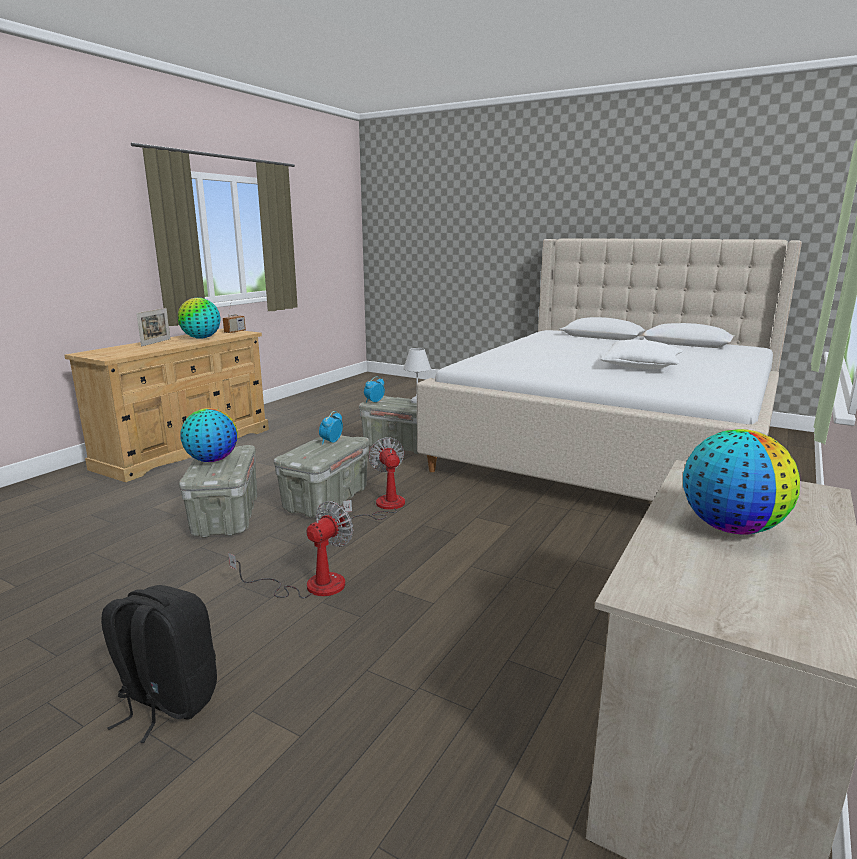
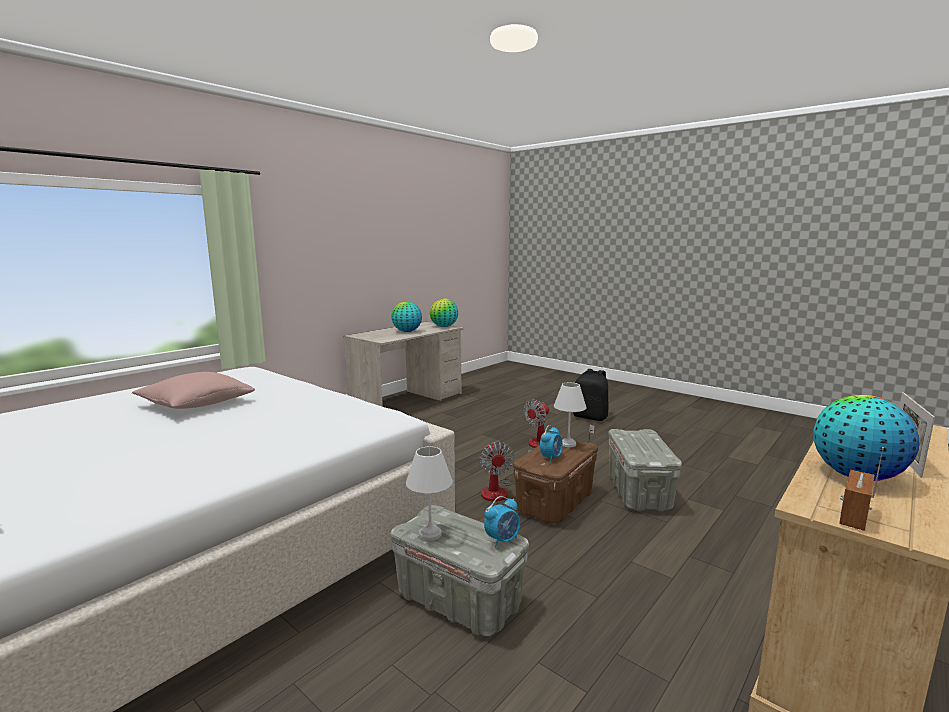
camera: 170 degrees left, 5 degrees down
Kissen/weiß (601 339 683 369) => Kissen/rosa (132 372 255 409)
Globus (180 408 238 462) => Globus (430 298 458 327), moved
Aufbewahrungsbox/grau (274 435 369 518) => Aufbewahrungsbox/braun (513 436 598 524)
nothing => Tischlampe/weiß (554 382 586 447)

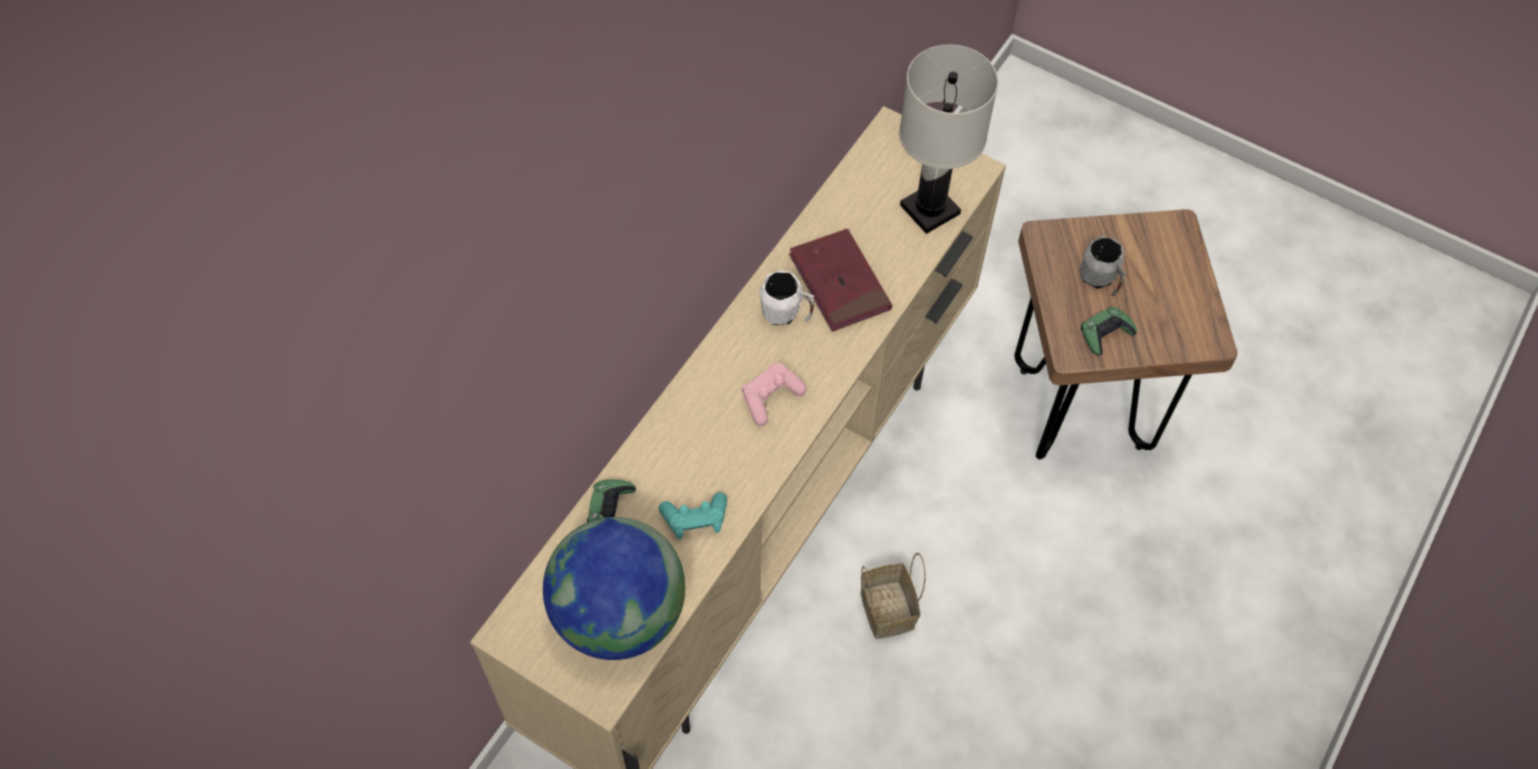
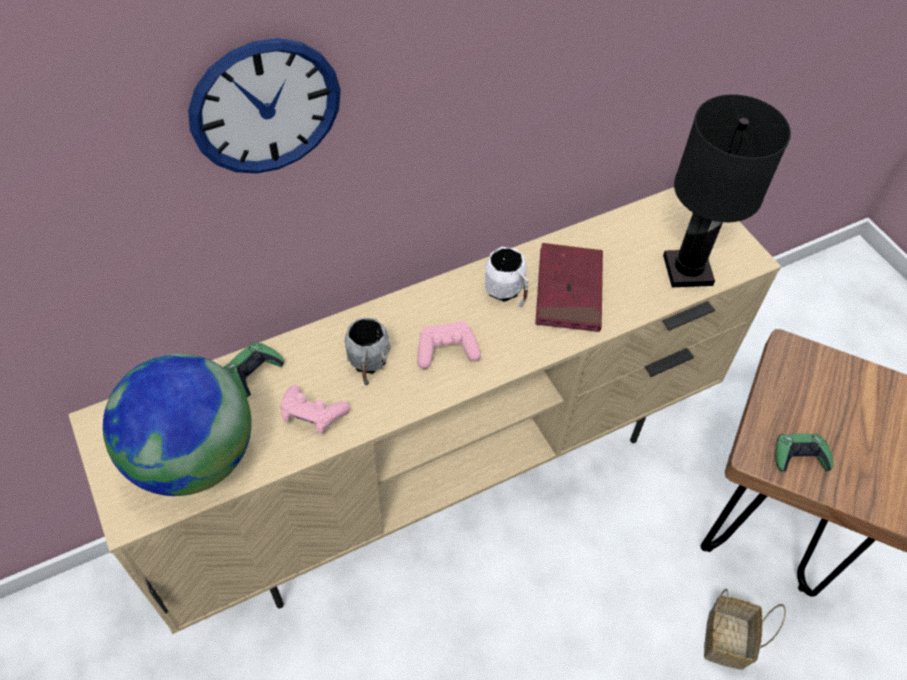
camera: 30 degrees right, 5 degrees down
nothing => Wanduhr (188 38 341 174)
Gamepad/türkis (659 492 727 539) => Gamepad/rosa (281 385 350 435)
Henkelbecher/grau (1080 236 1126 296) => Henkelbecher/grau (345 318 391 386), moved
Tischlampe/weiß (899 45 998 234) => Tischlampe/schwarz (663 94 791 287)
Korb (861 553 926 639) => Korb (704 589 786 670), moved

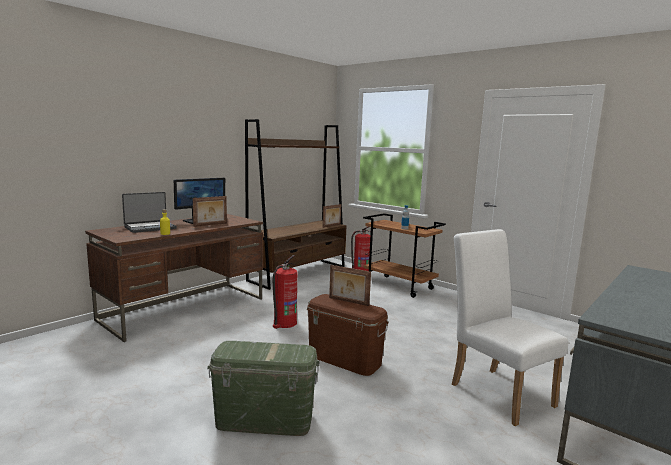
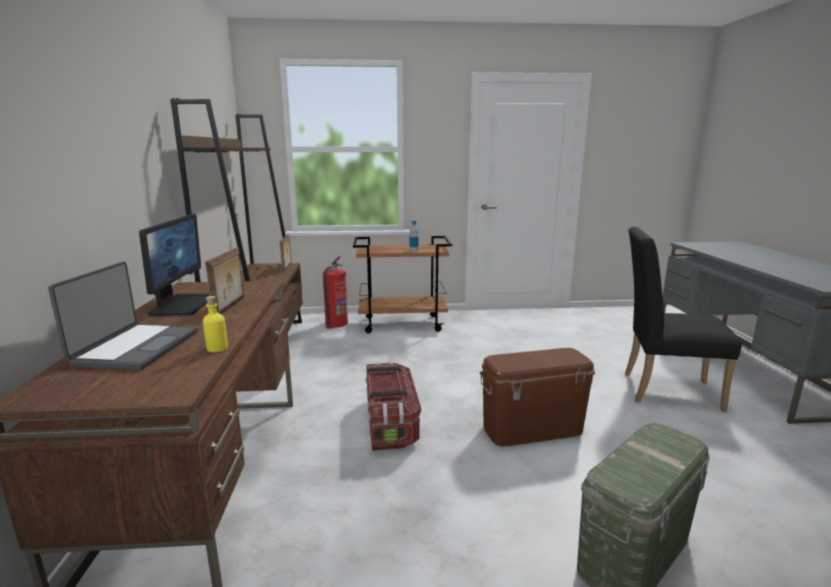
camera: 45 degrees left, 5 degrees up
Feuerlöscher (273 255 297 329) => Aufbewahrungsbox (365 362 421 451)
Stuhl/weiß (452 229 569 426) => Stuhl/schwarz (625 227 742 412)
Bilderrahmen (329 265 371 306) => nothing

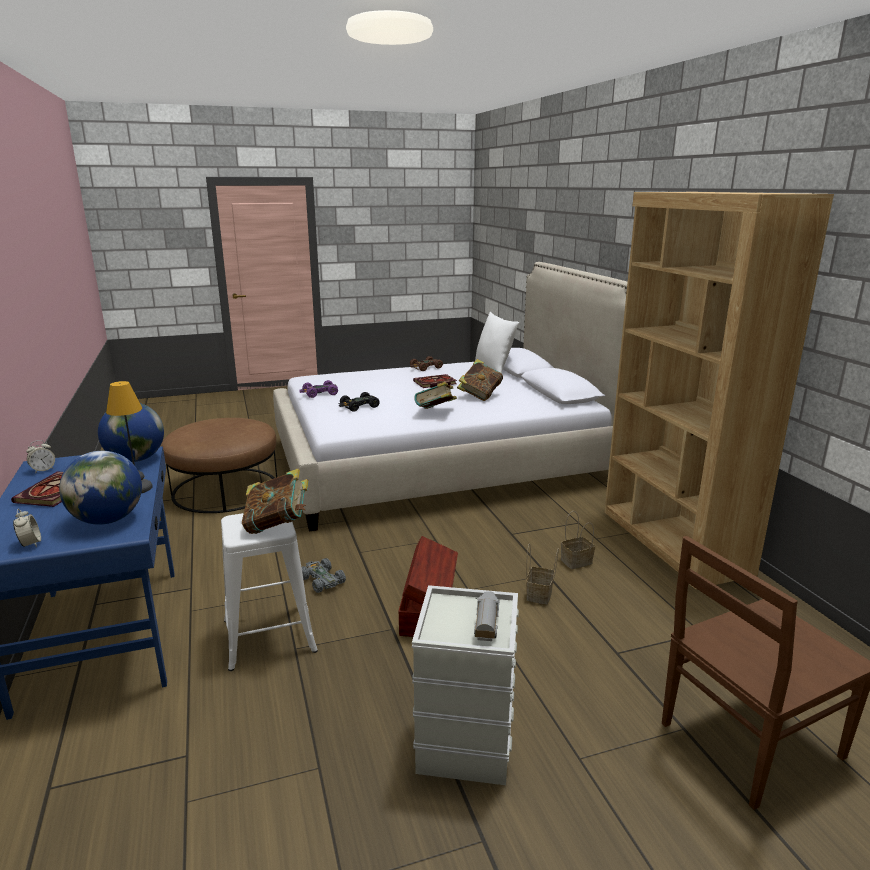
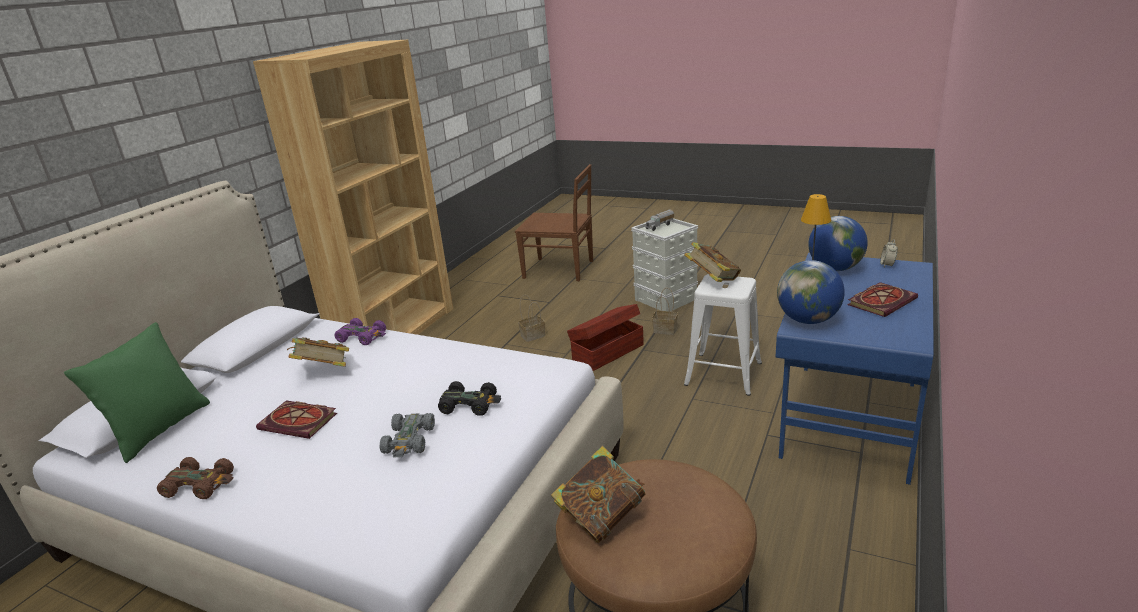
camera: 135 degrees left, 5 degrees up
Kissen/weiß (475 312 519 373) => Kissen/grün (64 322 210 463)
Spielzeugauto/lila (299 380 338 398) => Spielzeugauto/lila (334 318 386 345), moved
Spielzeugauto/grau (301 558 346 593) => Spielzeugauto/grau (379 413 435 457), moved
Buch (414 382 457 409) => Buch (551 446 646 543), moved
Korb (561 511 595 569) => Korb (652 287 678 335), moved
Wecker (26 440 55 473) => nothing

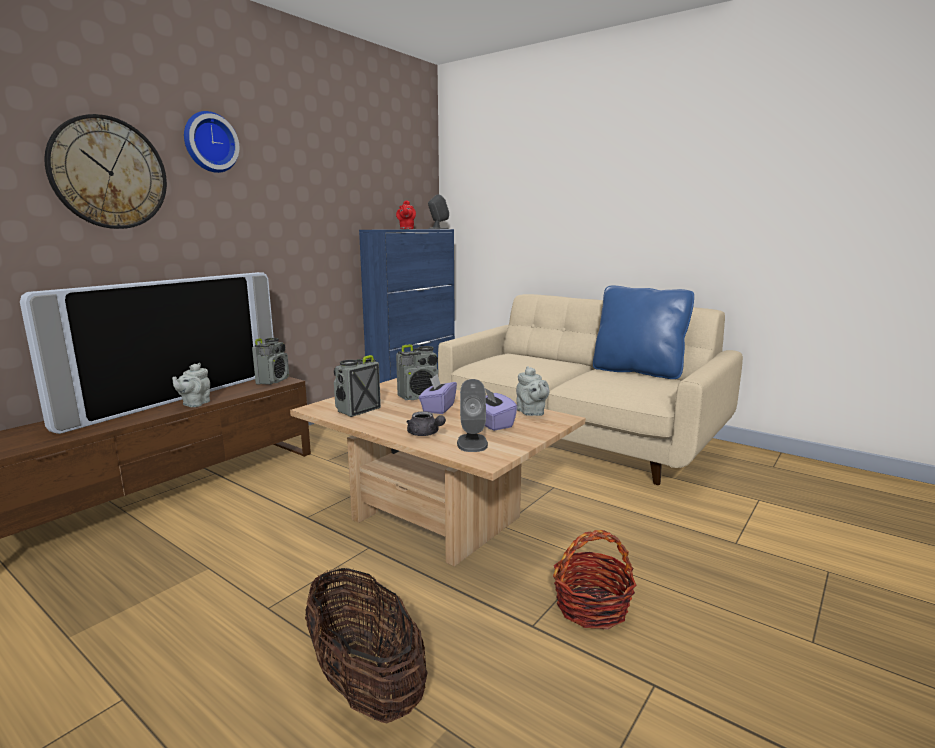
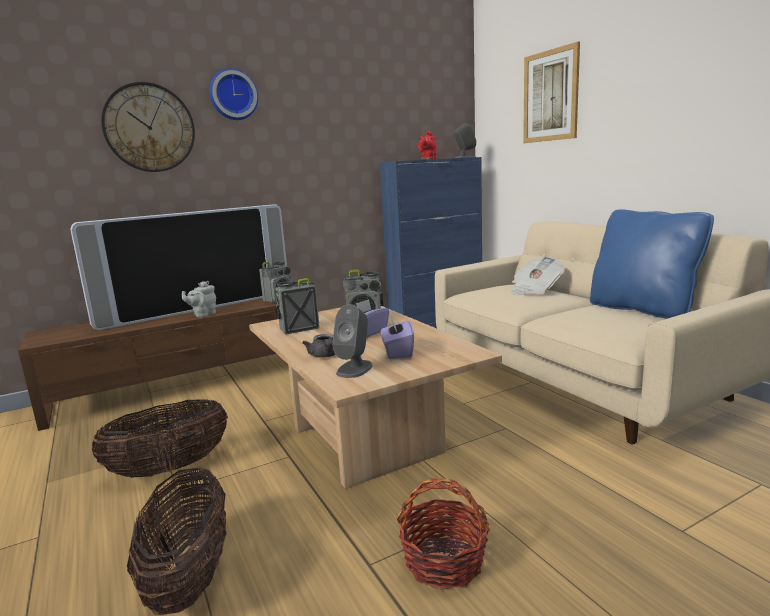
camera: 25 degrees right, 0 degrees up
nothing => Korb (92 399 228 478)
nothing => Zeitung (511 257 565 295)
nothing => Bild (523 42 580 143)
Teekanne/grau (516 366 549 416) => nothing

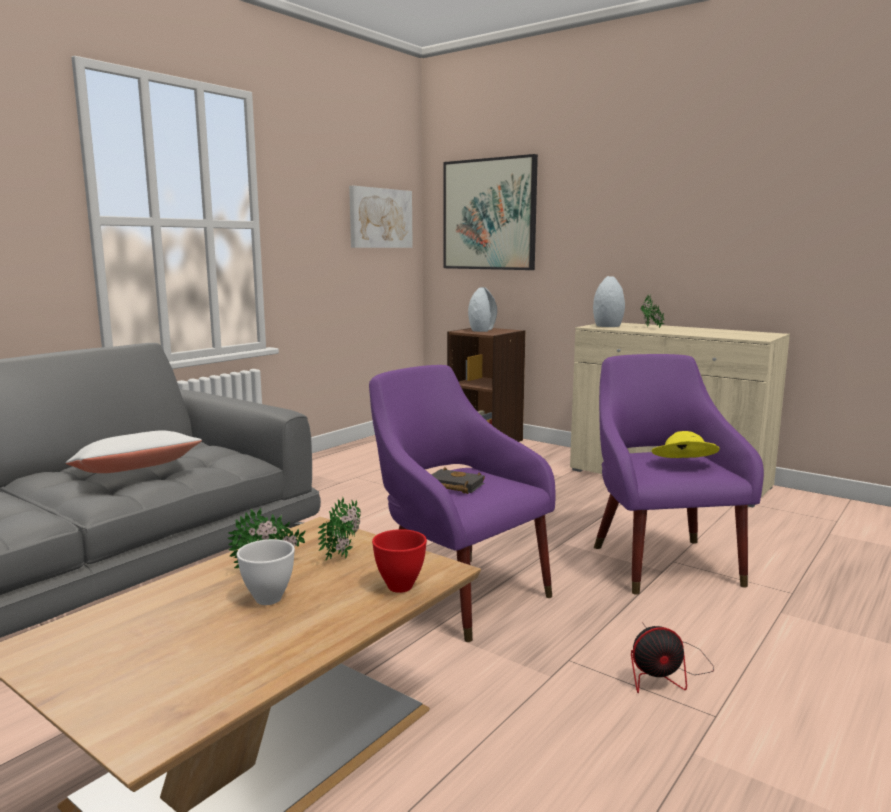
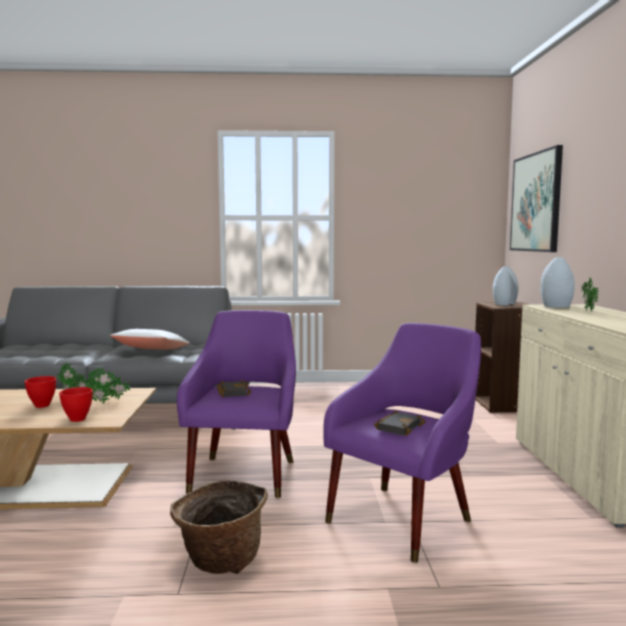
camera: 50 degrees right, 5 degrees down
Schüssel/weiß (237 539 295 605) => Schüssel/rot (24 376 56 408)
Ventilator (631 622 714 693) => Korb (170 480 268 574)
Hut/gelb (652 431 720 458) => Buch/schwarz (374 411 426 436)
Bild (349 186 413 248) => nothing

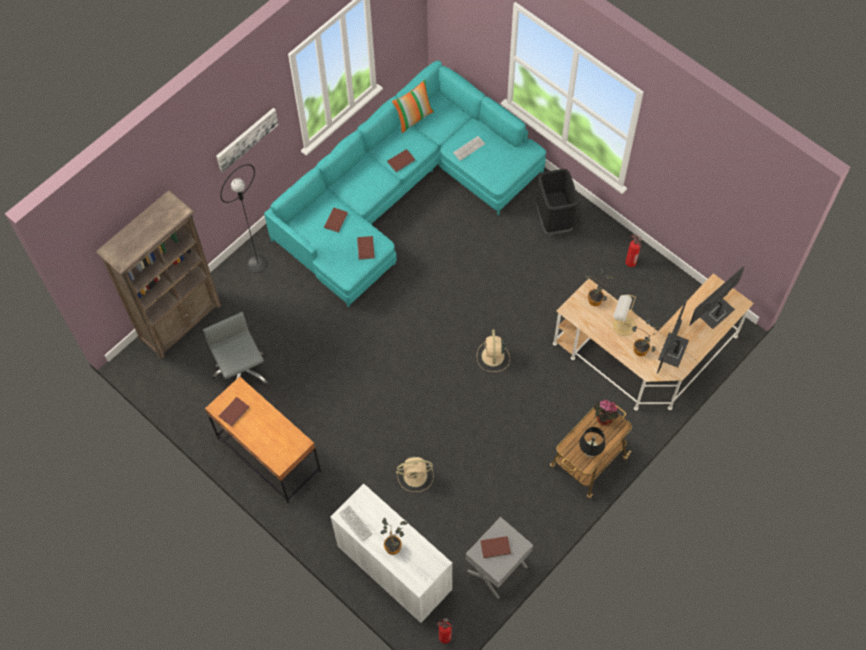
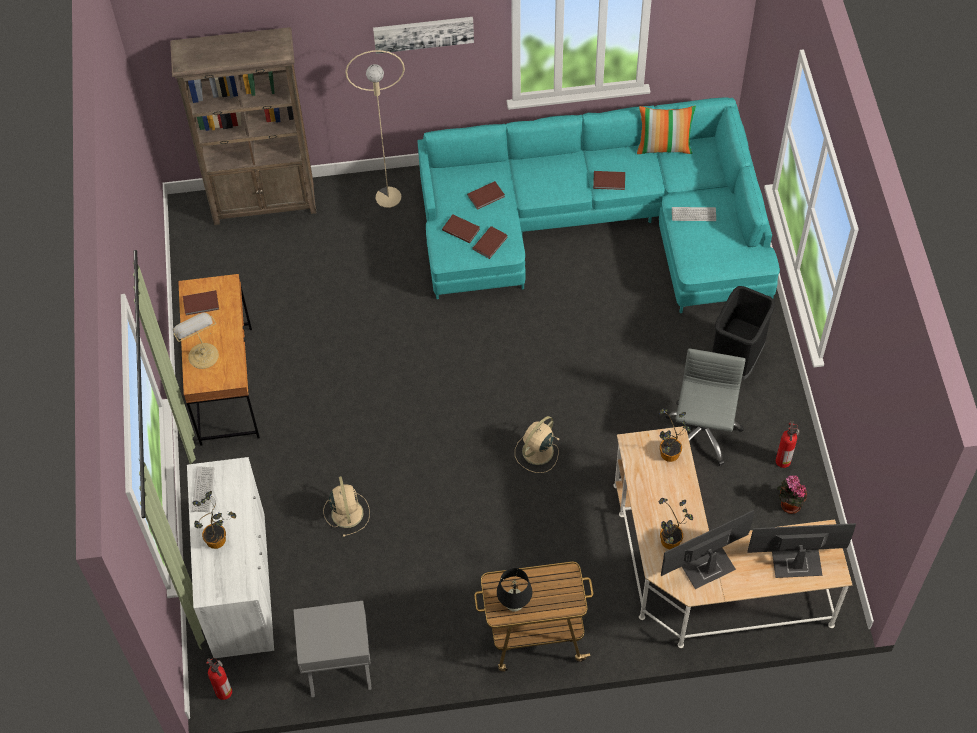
camera: 40 degrees right, 5 degrees down
Tischlampe (613 294 638 336) => Tischlampe (173 313 219 369), moved
Ventilator/beige (396 456 434 492) => Ventilator/beige (323 476 370 537), 135 degrees counterclockwise
Stehlampe/schwarz (220 164 268 273) => Stehlampe/beige (345 50 405 208)
Buch/braun (480 536 511 558) => Buch/braun (442 214 480 243), moved
Bürostuhl/grau (203 312 269 386) => Bürostuhl/grau (665 348 746 466), moved
Topfpflanze (594 399 619 426) => Topfpflanze (777 475 807 514), moved

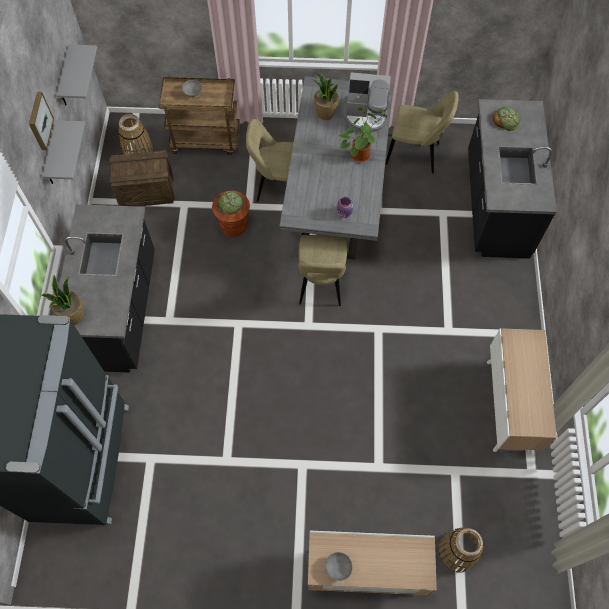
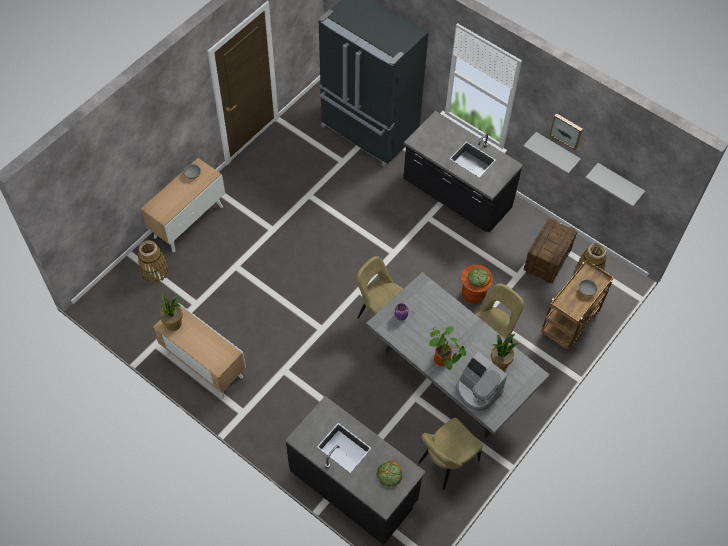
camera: 125 degrees right, 5 degrees down
Topfpflanze (42 275 84 325) => Topfpflanze (159 294 183 331), moved
Kaffeemaschine (343 72 391 132) => Kaffeemaschine (456 352 507 411), 90 degrees counterclockwise

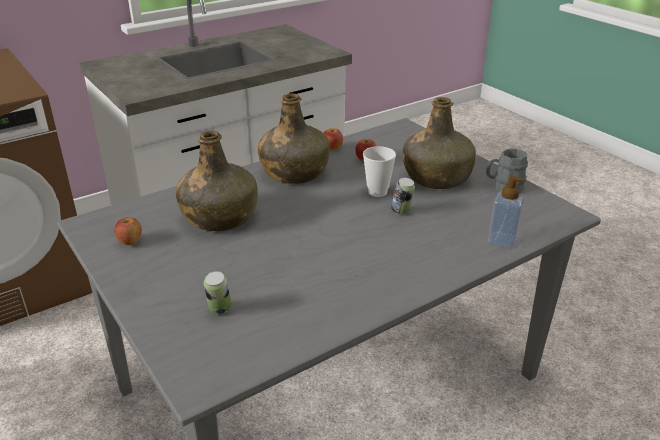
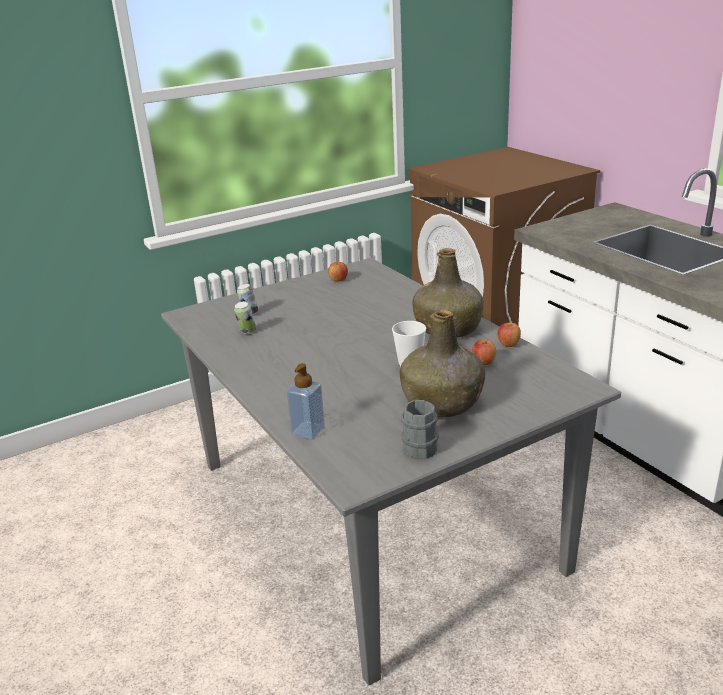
camera: 95 degrees right, 5 degrees down
Dose (391 178 415 215) => Dose (234 301 256 334), moved
Flasche/grün (176 130 258 231) => nothing

